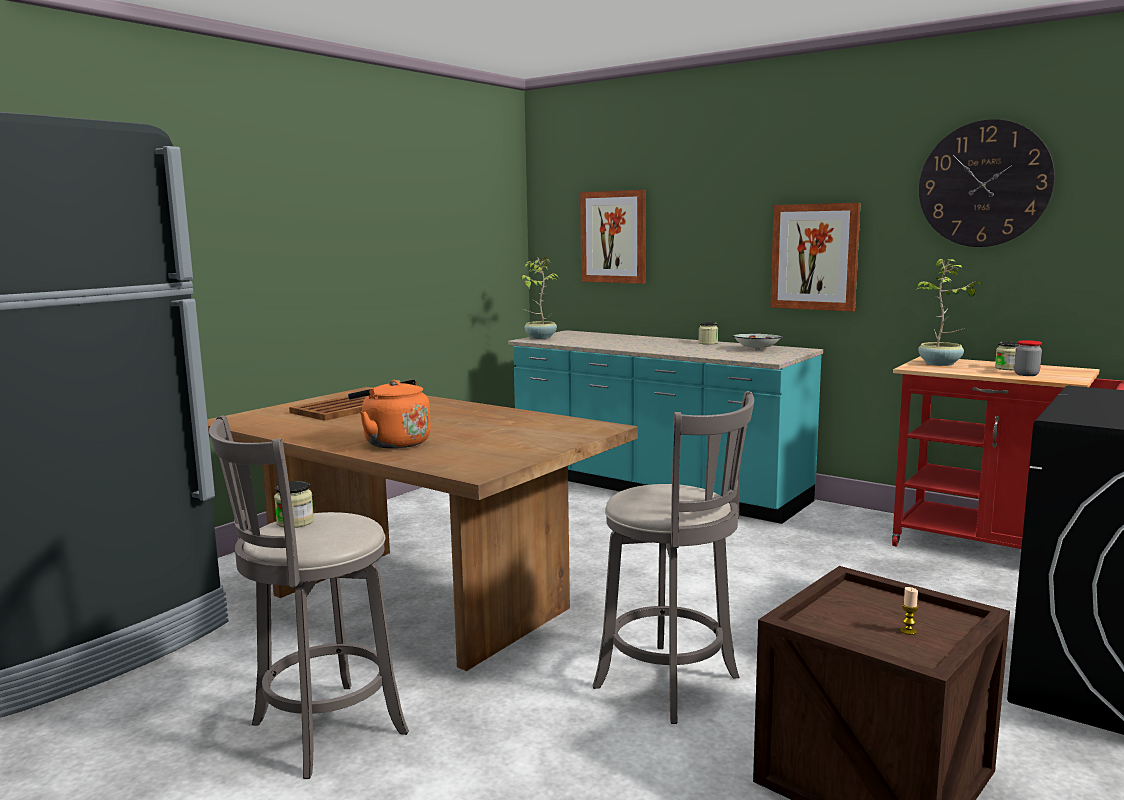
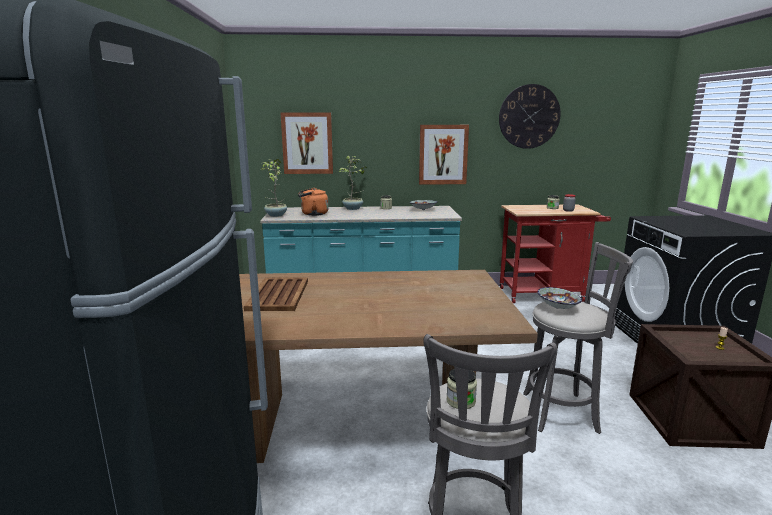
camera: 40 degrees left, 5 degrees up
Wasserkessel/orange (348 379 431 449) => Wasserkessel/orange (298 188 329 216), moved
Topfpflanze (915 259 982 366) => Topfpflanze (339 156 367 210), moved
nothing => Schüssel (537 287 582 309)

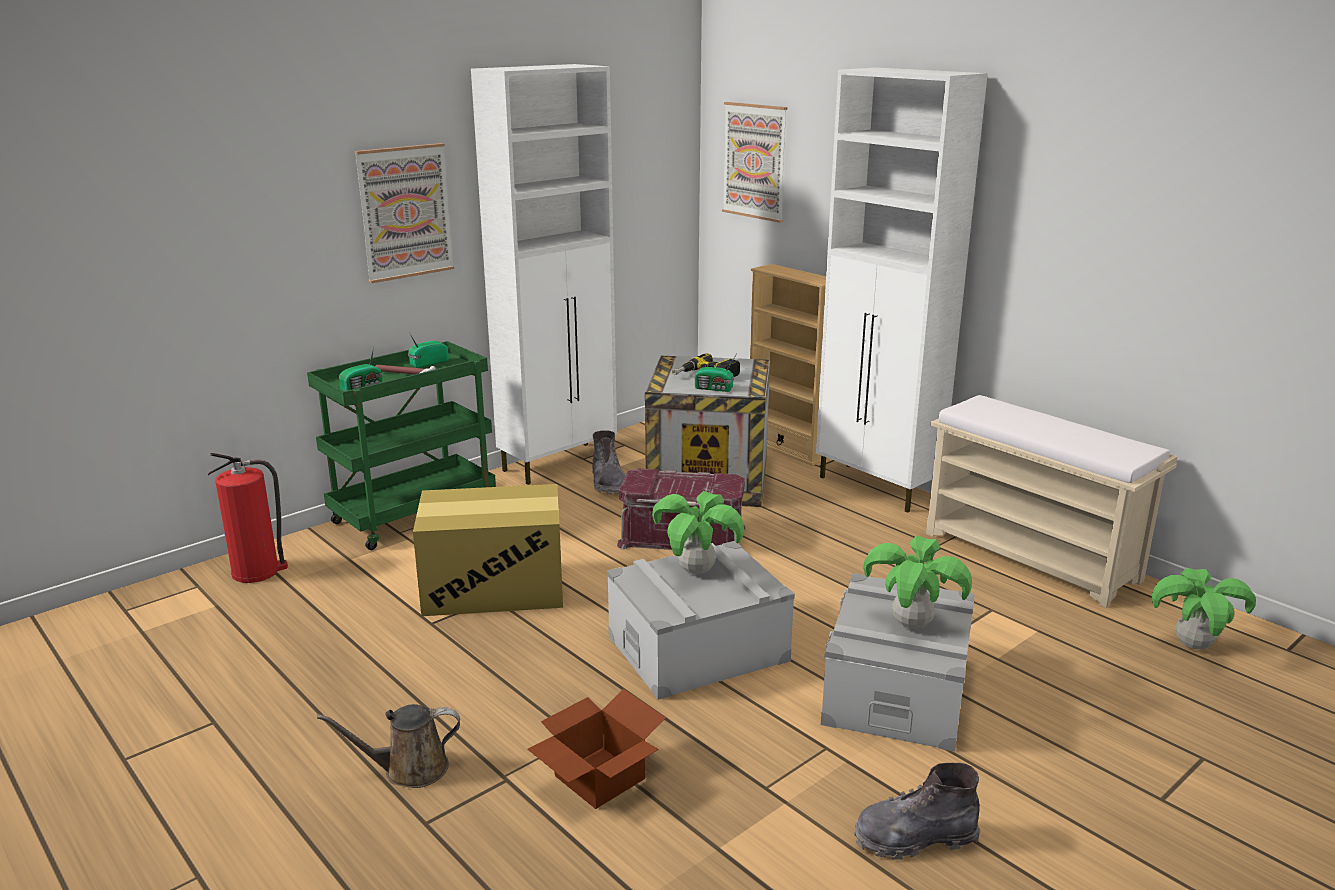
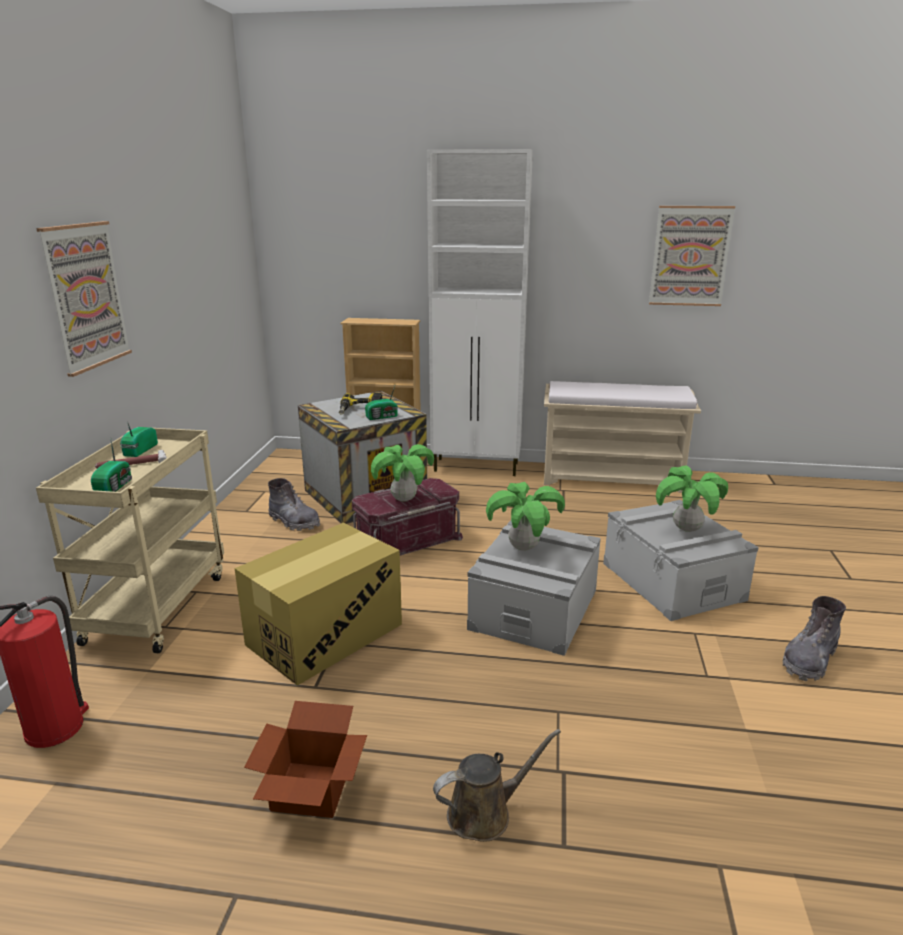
camera: 40 degrees left, 0 degrees up
Rollwagen/grün (307 341 496 550) => Rollwagen/beige (36 427 224 653)
Karton (527 689 666 809) => Karton (244 701 367 818), moved
Topfpflanze (1152 568 1256 649) => Topfpflanze (371 444 434 502), moved
Gießkanne/braun (317 704 460 788) => Gießkanne/braun (433 729 561 842), 150 degrees counterclockwise
Bild (722 102 787 223) => Bild (649 206 735 306), moved
Schrank/weiß (471 64 617 485) => nothing

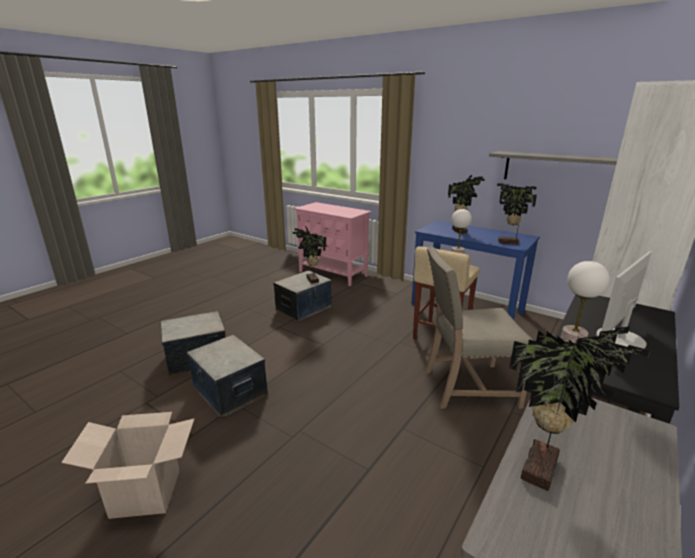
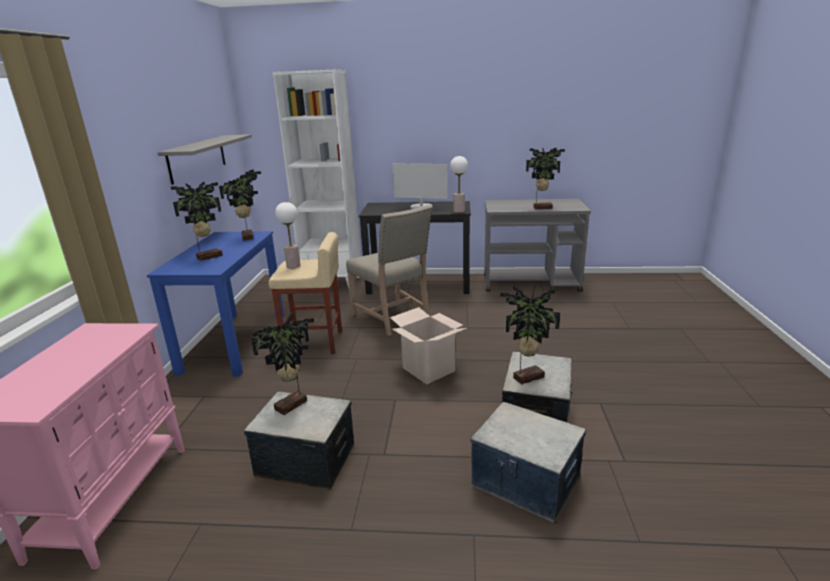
camera: 120 degrees left, 0 degrees up
Karton (61 412 194 519) => Karton (390 307 467 384), moved
nothing => Topfpflanze (500 285 560 385)

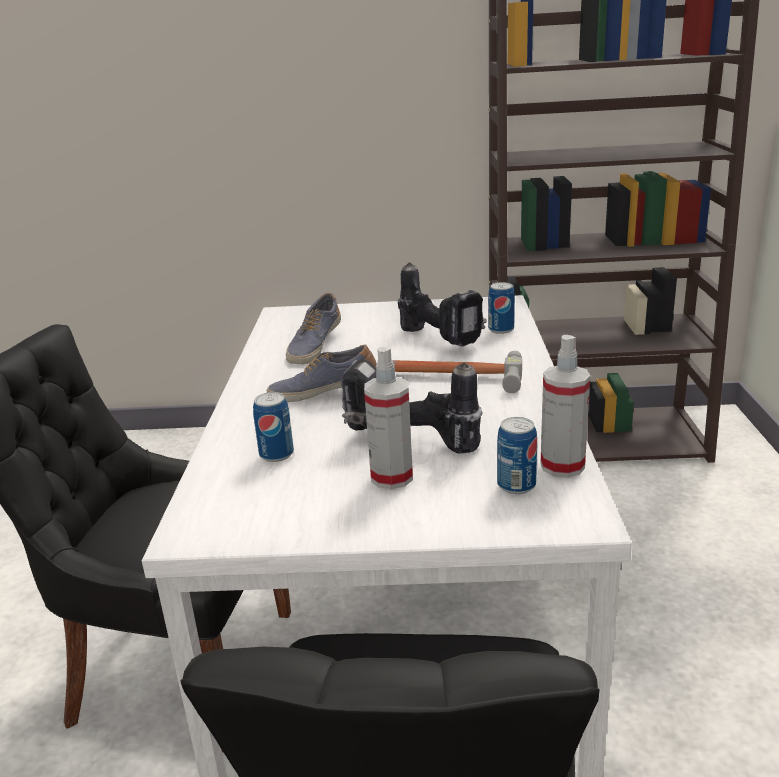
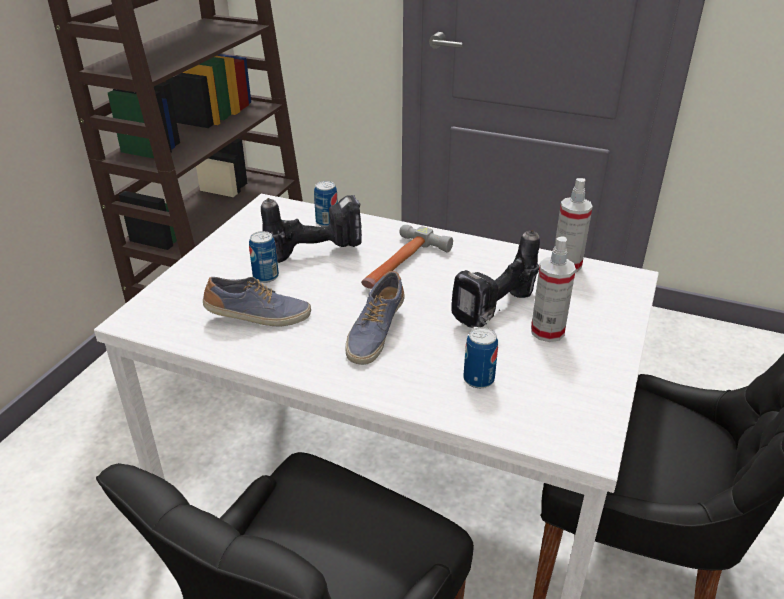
camera: 70 degrees left, 10 degrees up
Schuh (286 293 341 364) => Schuh (203 277 311 327), 45 degrees counterclockwise
Dose (497 417 537 494) => Dose (249 231 279 283), moved

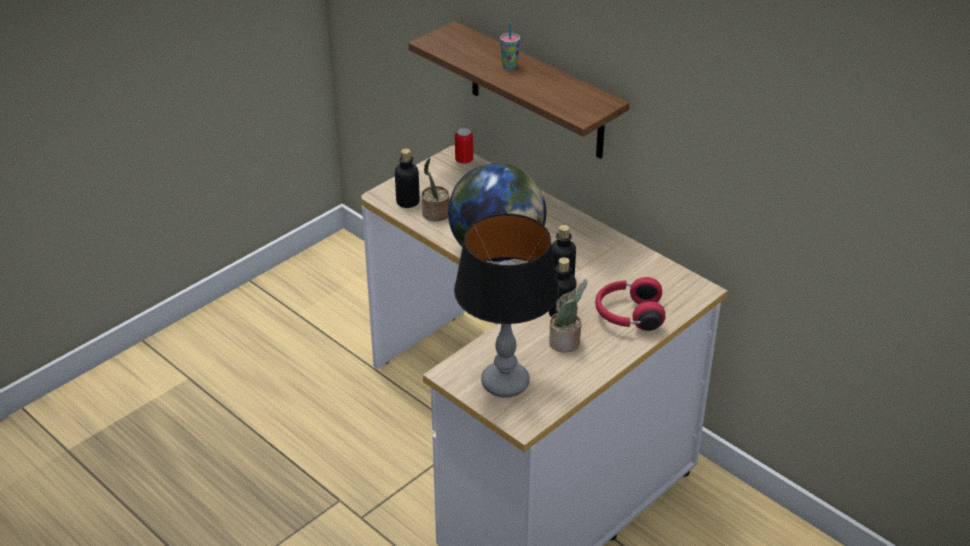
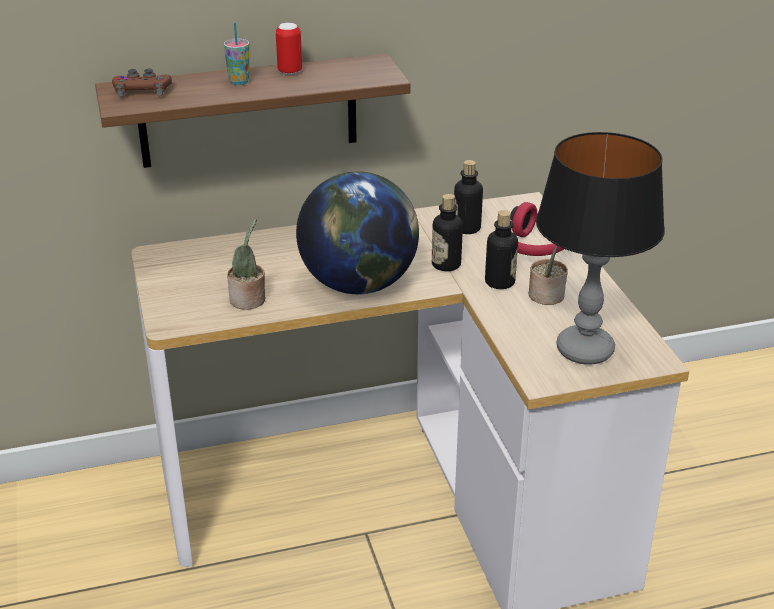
camera: 60 degrees left, 5 degrees down
nothing => Gamepad/braun (112 68 172 97)
Dose (455 128 473 164) => Dose (276 23 302 75), moved
Flasche (395 149 420 208) => Flasche (454 160 483 234), moved

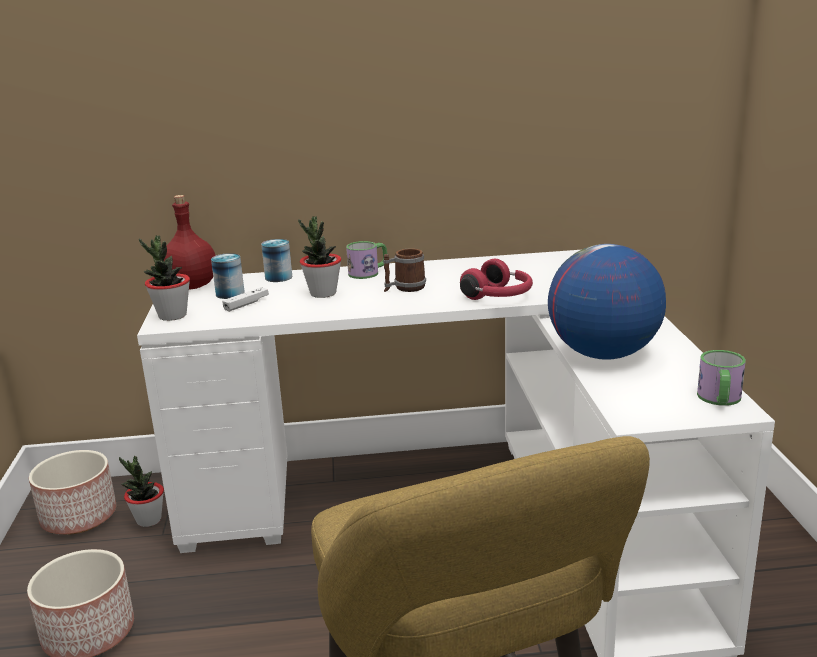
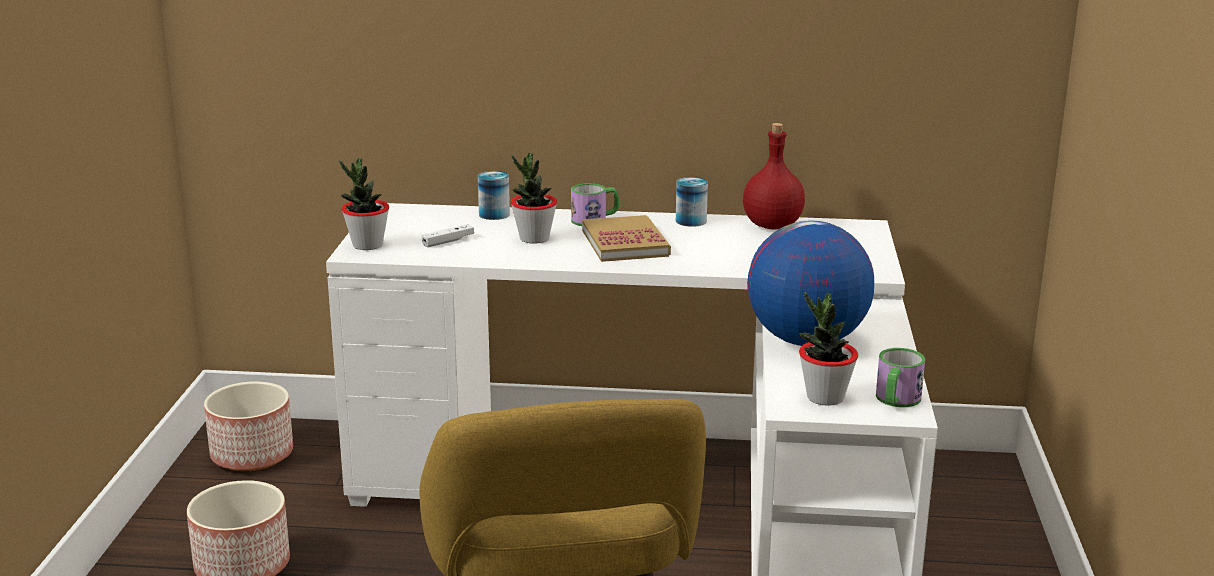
camera: 10 degrees right, 0 degrees up
Henkelbecher (383 248 426 292) => Buch (582 215 671 262)
Dose (211 253 245 299) => Dose (676 177 708 227), moved
Flasche/rot (164 195 216 289) => Flasche/rot (743 123 805 230), moved
Topfpflanze (119 456 164 527) => Topfpflanze (799 292 858 406), moved
Kopfhörer/rot (460 259 533 300) => nothing

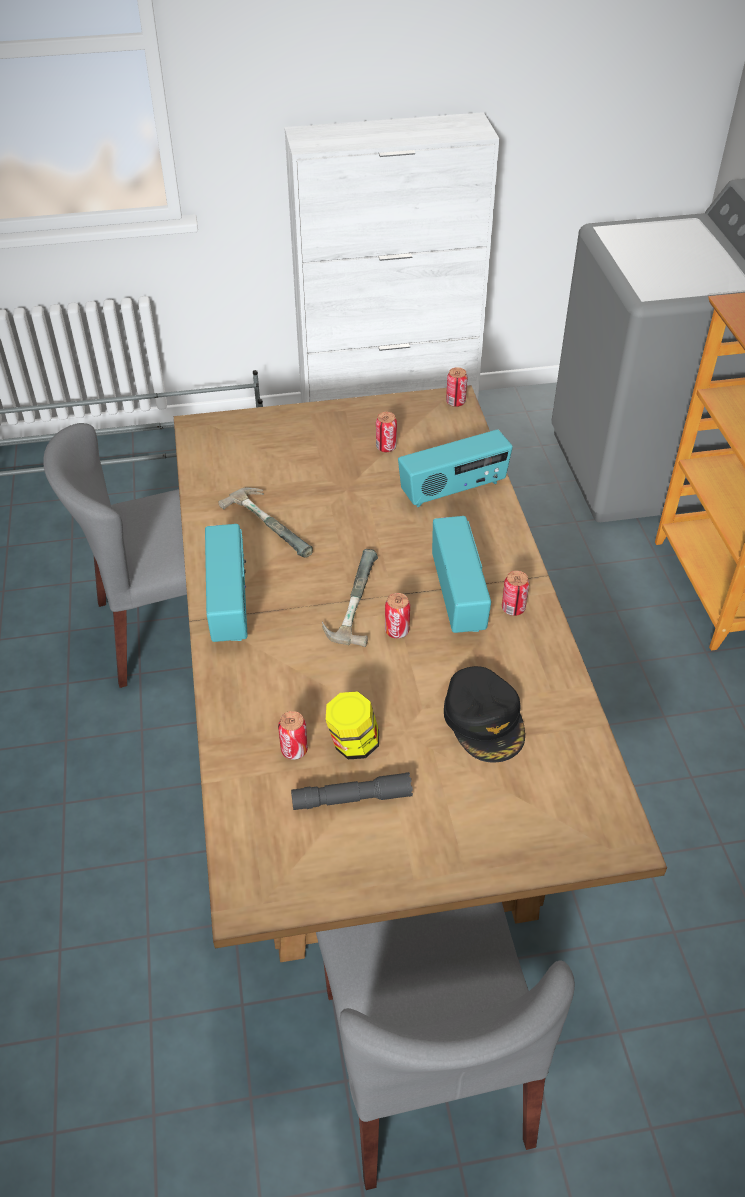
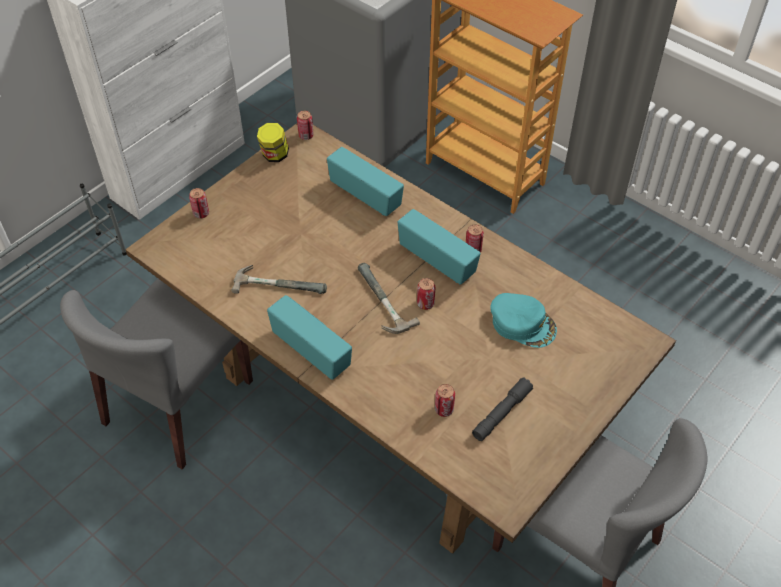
camera: 40 degrees left, 5 degrees up
Dose (376 412 397 452) => Dose (189 188 209 219), moved
Vorratsglas (326 691 379 759) => Vorratsglas (257 123 289 162), moved
Radio (398 429 513 507) => Radio (327 147 404 216), 75 degrees counterclockwise
Kappe/schwarz (444 666 525 763) => Kappe/türkis (490 293 557 348)

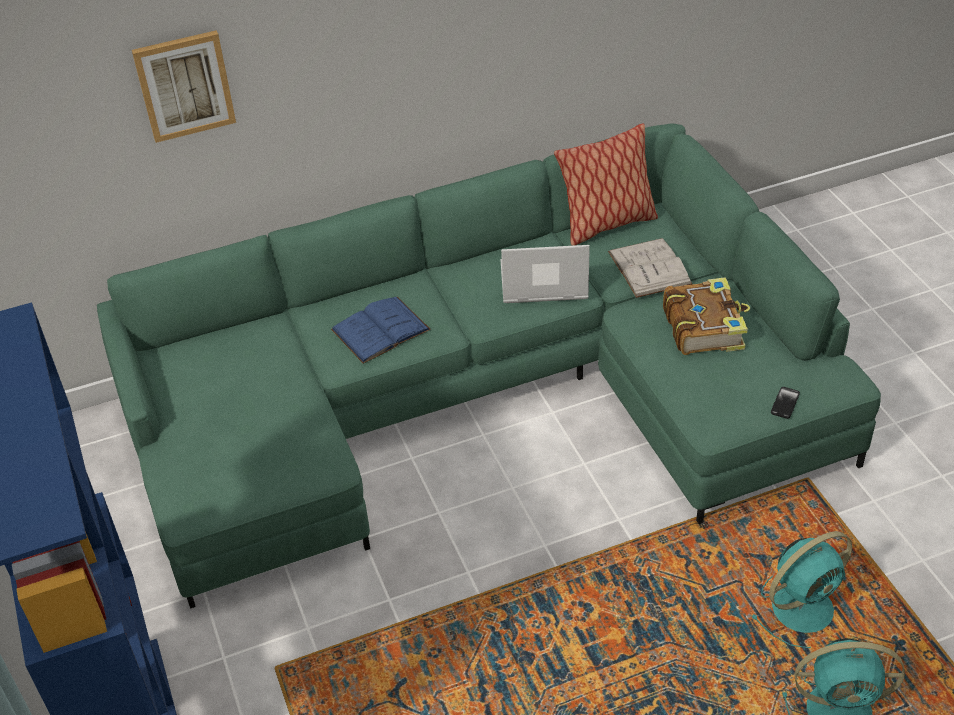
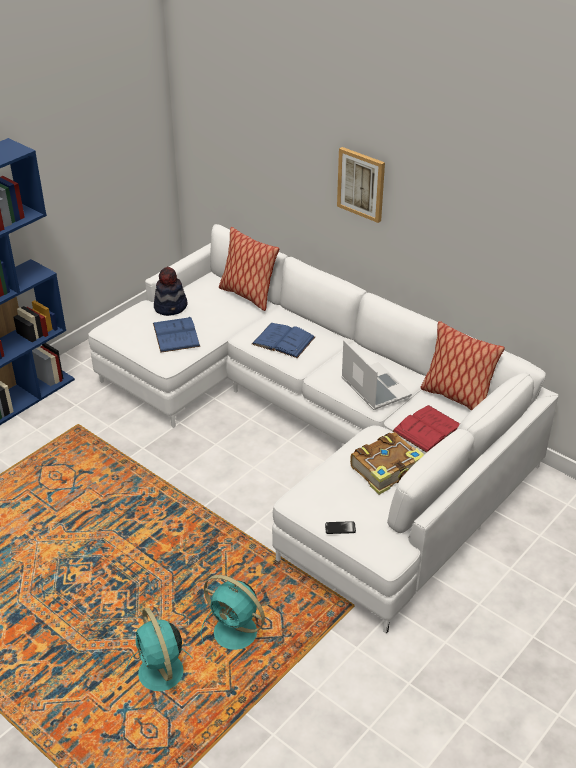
camera: 60 degrees right, 5 degrees down
Sofa/grün (97 123 881 609) => Sofa/weiß (88 224 559 633)
nothing => Buch/blau (153 317 200 353)
nothing => Hut (154 267 187 316)
nothing => Kissen (219 227 279 311)
Bild (132 30 236 143) => Bild (337 147 385 223), moved
Buch/weiß (608 238 693 298) => Buch/rot (392 405 460 453)

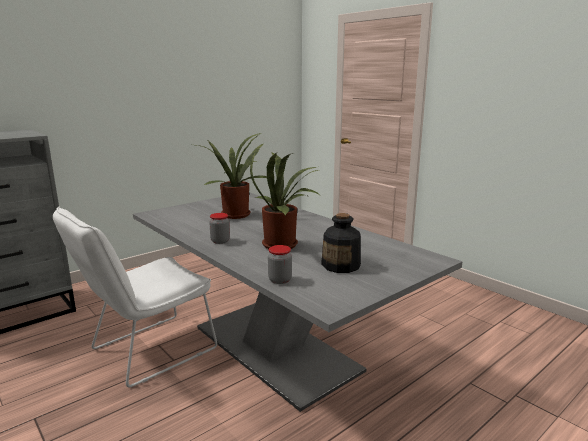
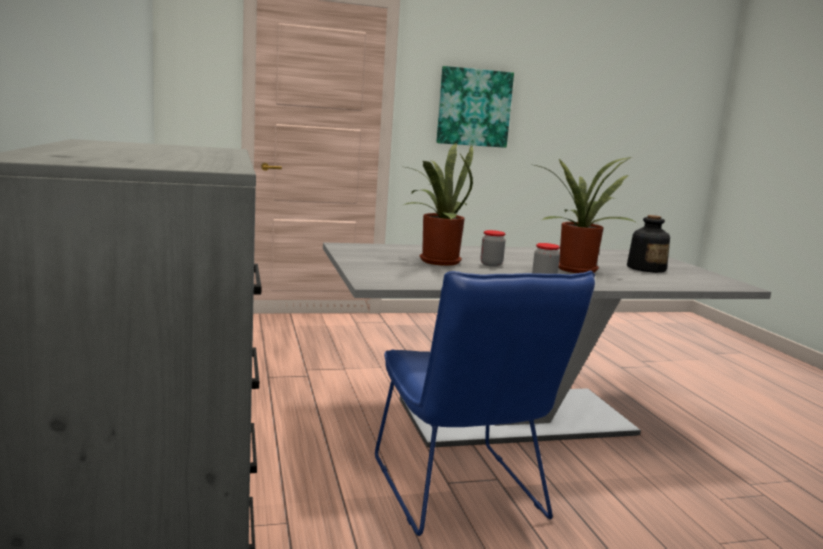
camera: 65 degrees left, 5 degrees down
Stuhl/weiß (53 207 217 388) => Stuhl/blau (375 270 595 536)
nothing => Bild (436 66 514 148)
Vorratsglas (268 245 292 284) => Vorratsglas (480 230 505 267), moved

